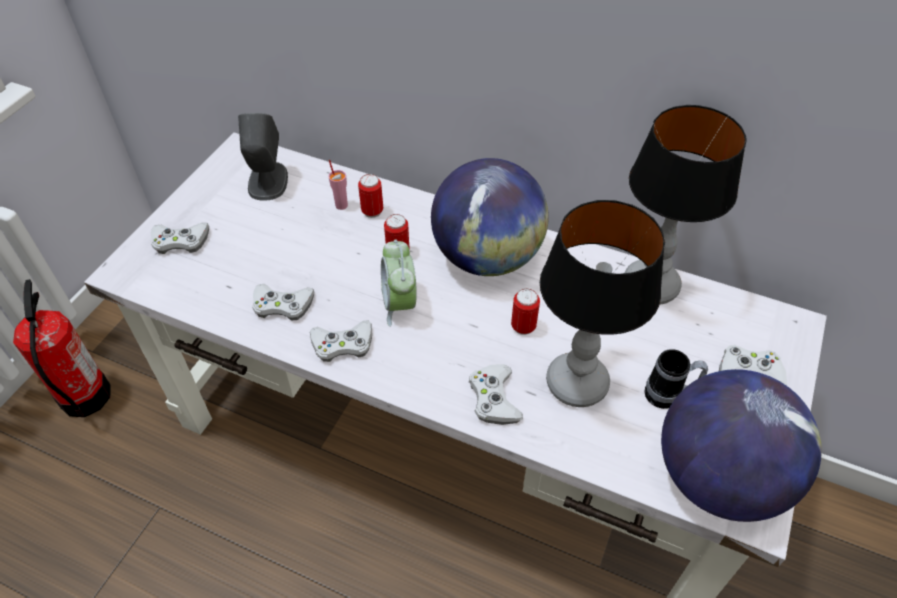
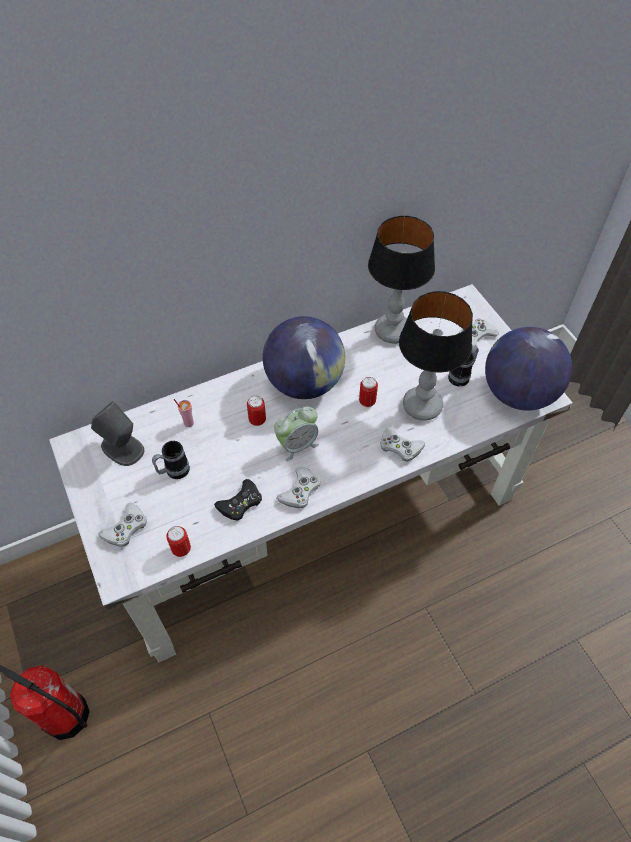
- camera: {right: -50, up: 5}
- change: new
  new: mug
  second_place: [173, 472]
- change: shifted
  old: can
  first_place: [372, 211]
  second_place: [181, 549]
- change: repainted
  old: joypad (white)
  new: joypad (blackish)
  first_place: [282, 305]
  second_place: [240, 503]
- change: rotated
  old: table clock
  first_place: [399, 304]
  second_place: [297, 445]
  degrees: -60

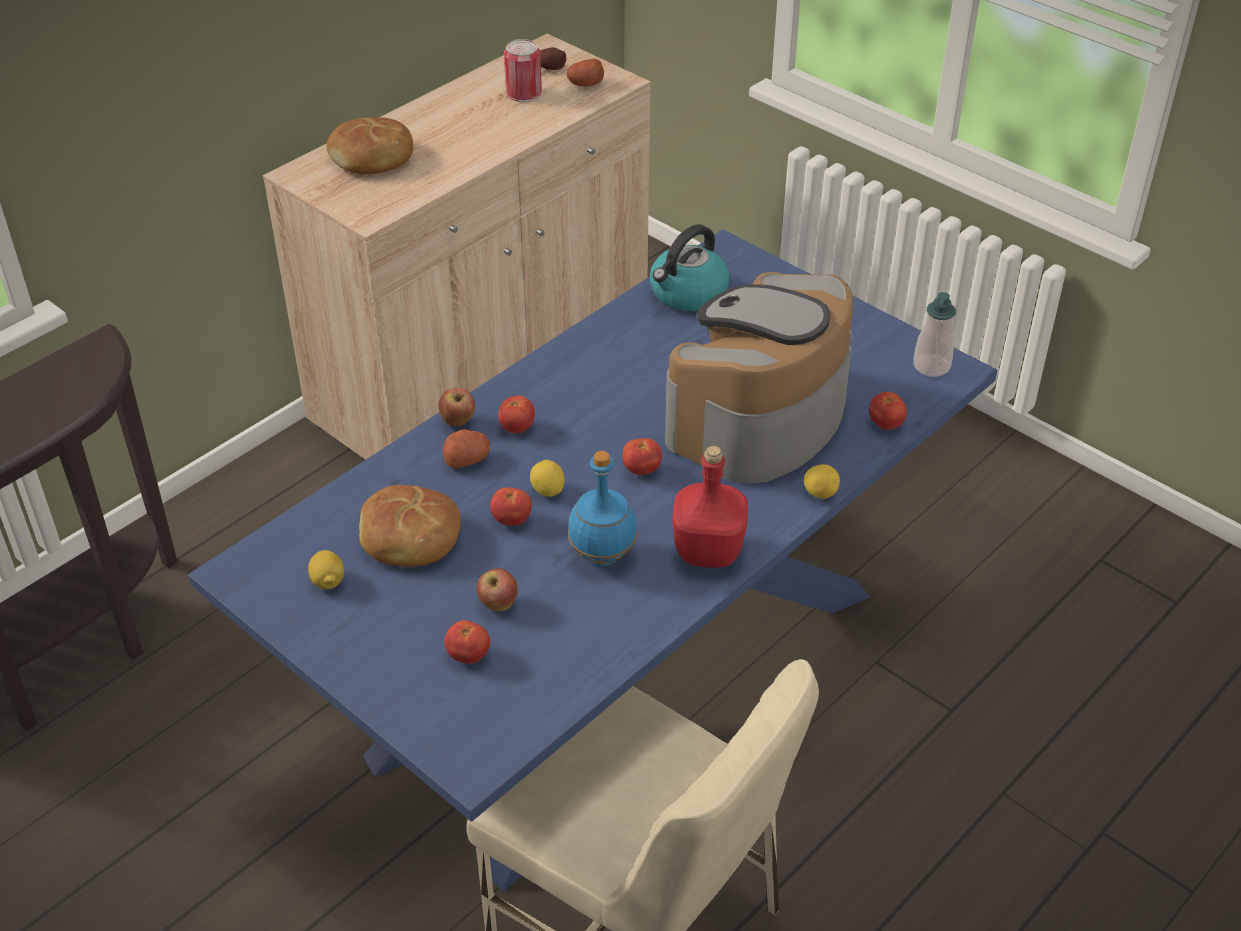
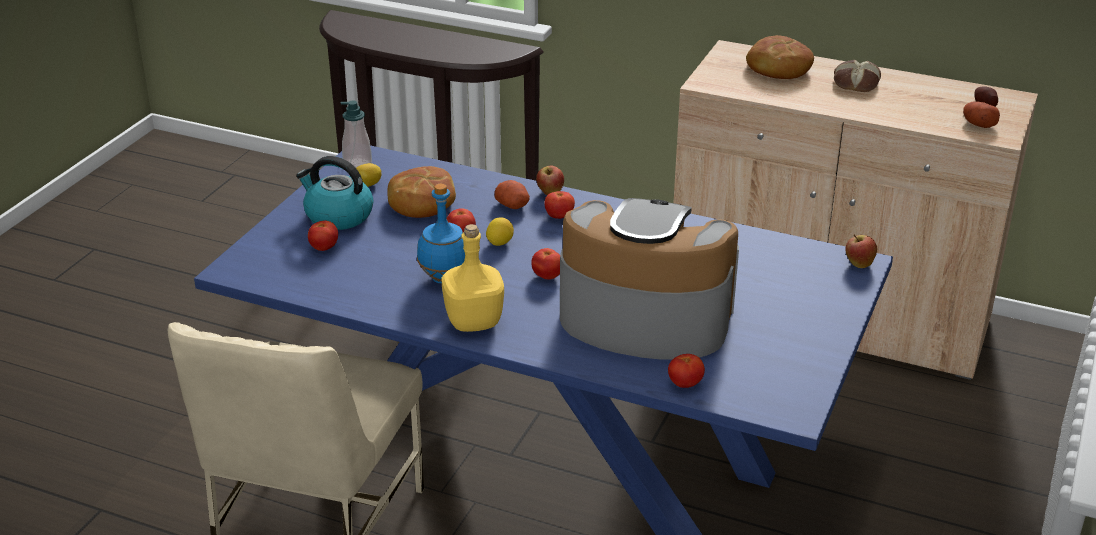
- camera: {right: 70, up: -10}
- change: shifted
  old: water kettle
  first_place: [688, 293]
  second_place: [337, 216]
- change: shifted
  old: liquid soap bottle
  first_place: [931, 366]
  second_place: [357, 164]
- change: repainted
  old: beverage bottle (red-coloured)
  new: beverage bottle (yellowish)
  first_place: [709, 551]
  second_place: [474, 322]
- change: new
  new: bread
  second_place: [855, 82]
- change: shifted
  old: apple
  first_place: [498, 605]
  second_place: [858, 264]
- change: gone
  old: can
  first_place: [523, 93]
- change: gone
  old: lemon
  first_place: [820, 493]

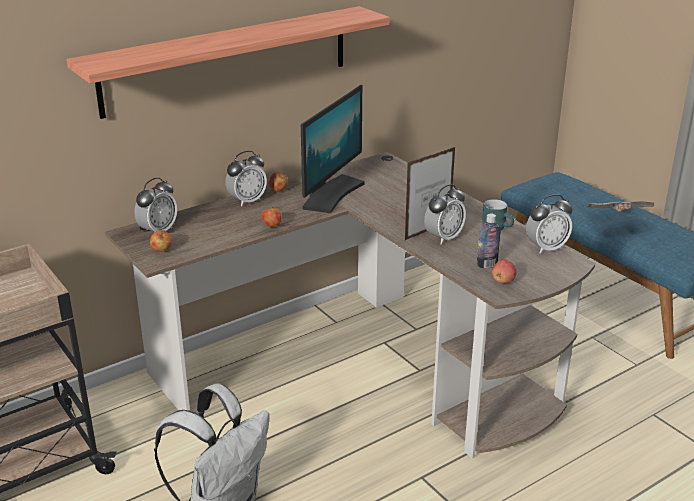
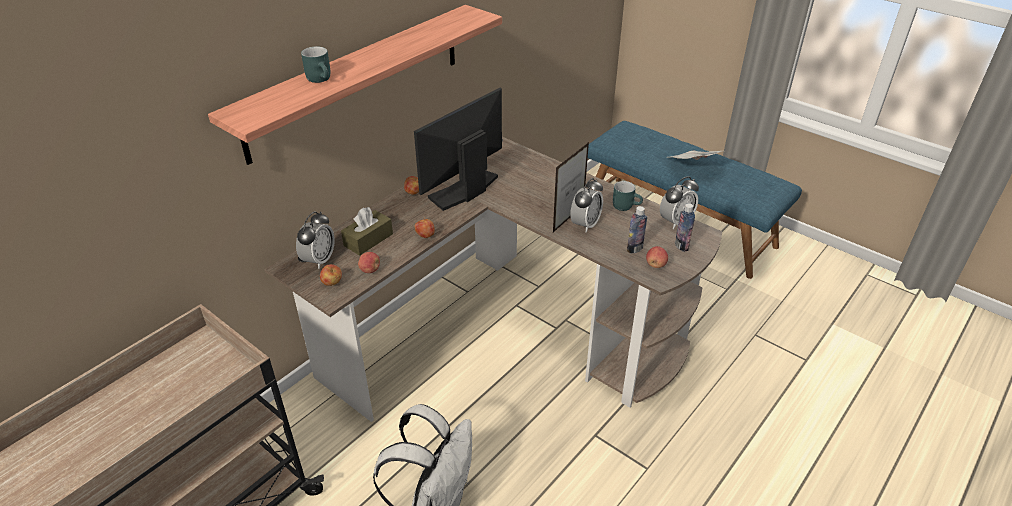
- camera: {right: -15, up: 10}
- change: new
  new: mug (turquoise-coloured)
  second_place: [322, 79]
- change: new
  new: box of tissues (brown)
  second_place: [368, 240]
- change: new
  new: apple
  second_place: [370, 270]
- change: rotated
  old: computer screen
  first_place: [331, 194]
  second_place: [464, 190]
  degrees: -150
- change: new
  new: beverage bottle
  second_place: [681, 246]
- change: gone
  old: table clock
  first_place: [247, 201]

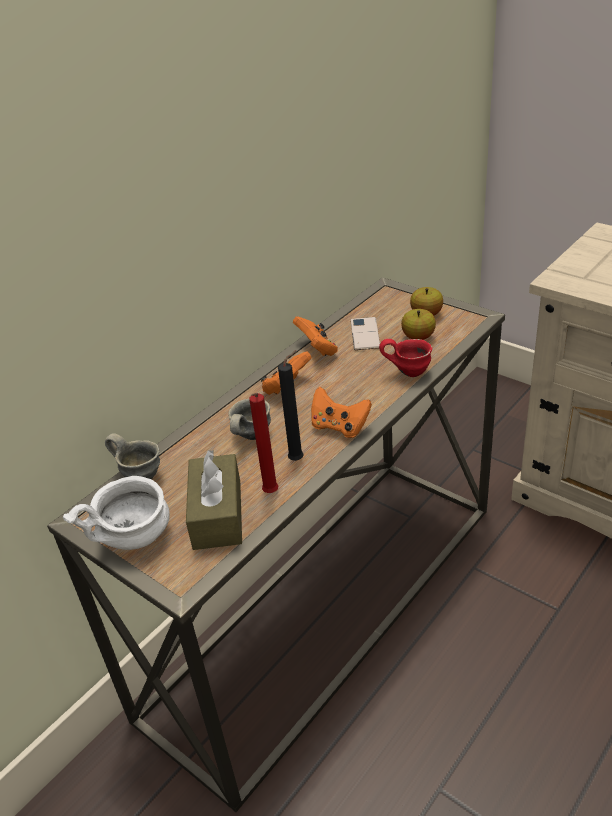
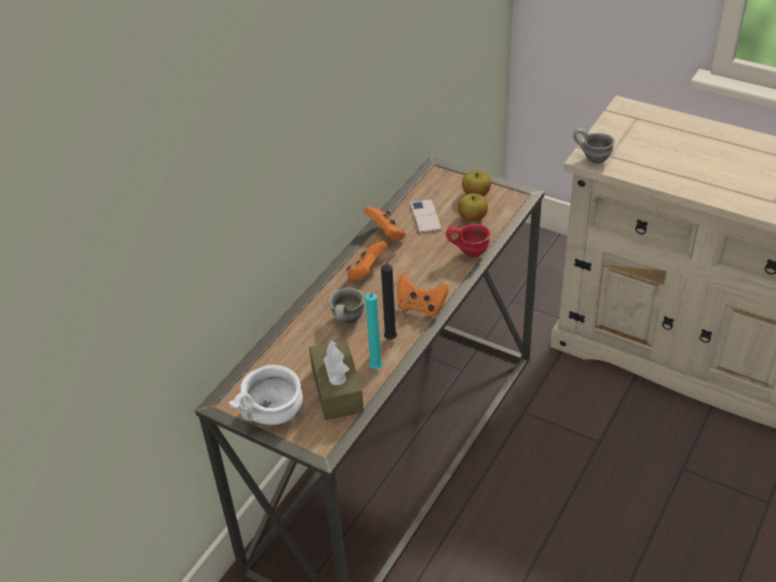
- camera: {right: -10, up: 5}
- change: repainted
  old: wax light (red-coloured)
  new: wax light (turquoise-coloured)
  first_place: [270, 494]
  second_place: [375, 369]
- change: shifted
  old: mug (greyish)
  first_place: [141, 474]
  second_place: [593, 158]

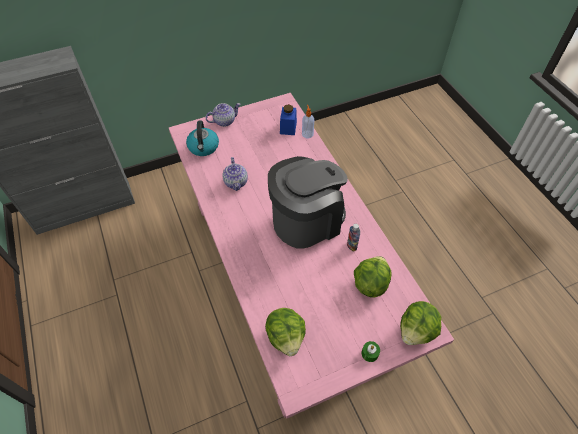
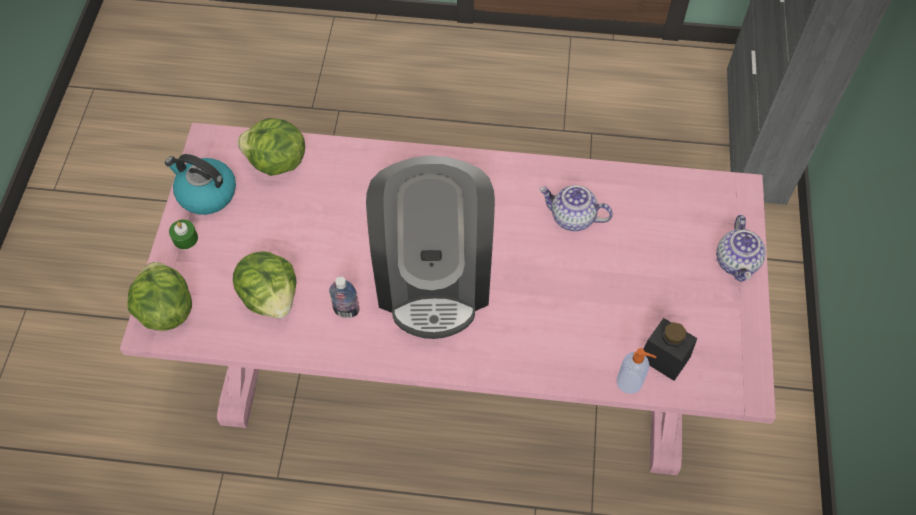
- camera: {right: 120, up: 5}
- change: shifted
  old: water kettle
  first_place: [203, 147]
  second_place: [206, 194]
- change: repainted
  old: preserve jar (blue-coloured)
  new: preserve jar (blackish)
  first_place: [288, 128]
  second_place: [664, 357]

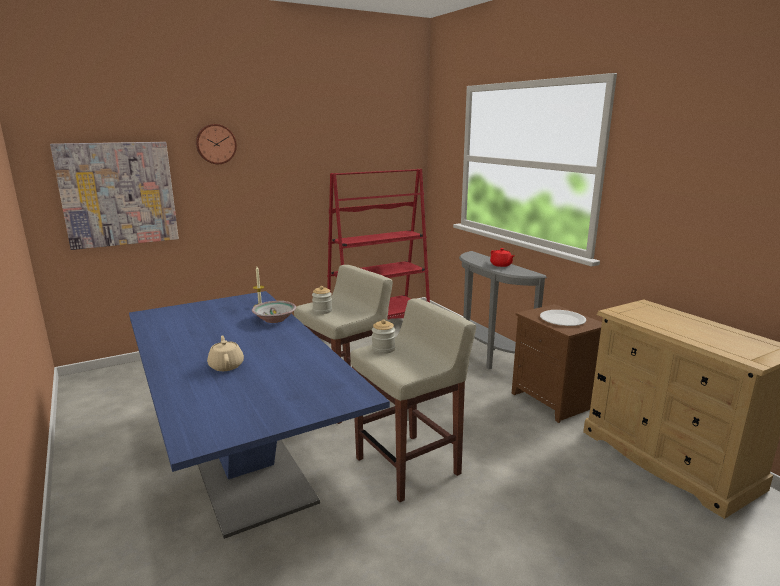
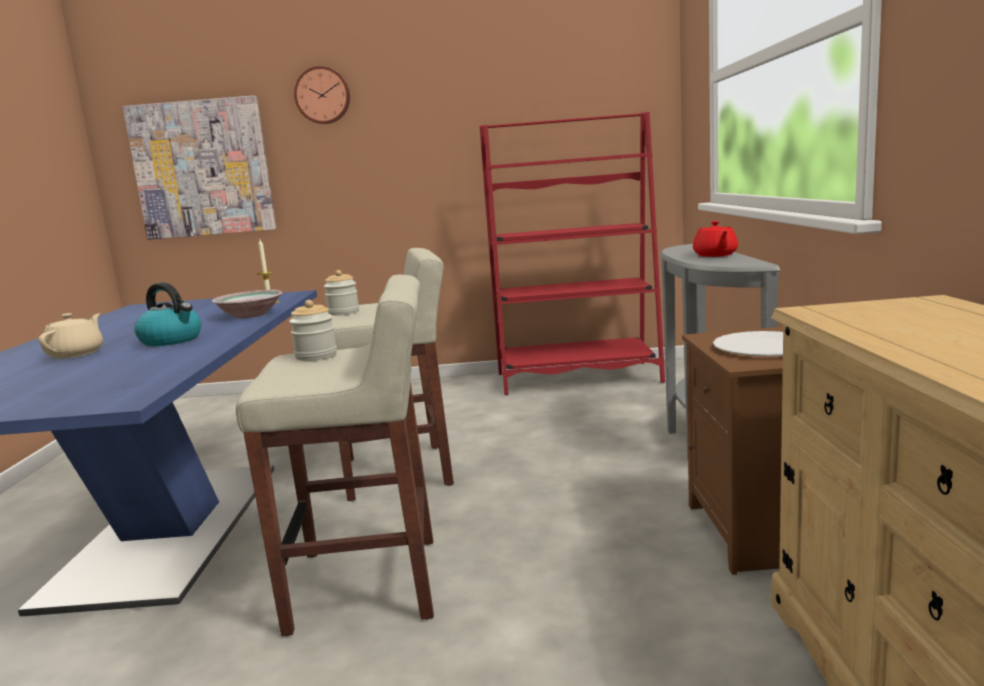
- camera: {right: 30, up: -5}
- change: new
  new: water kettle
  second_place: [172, 340]

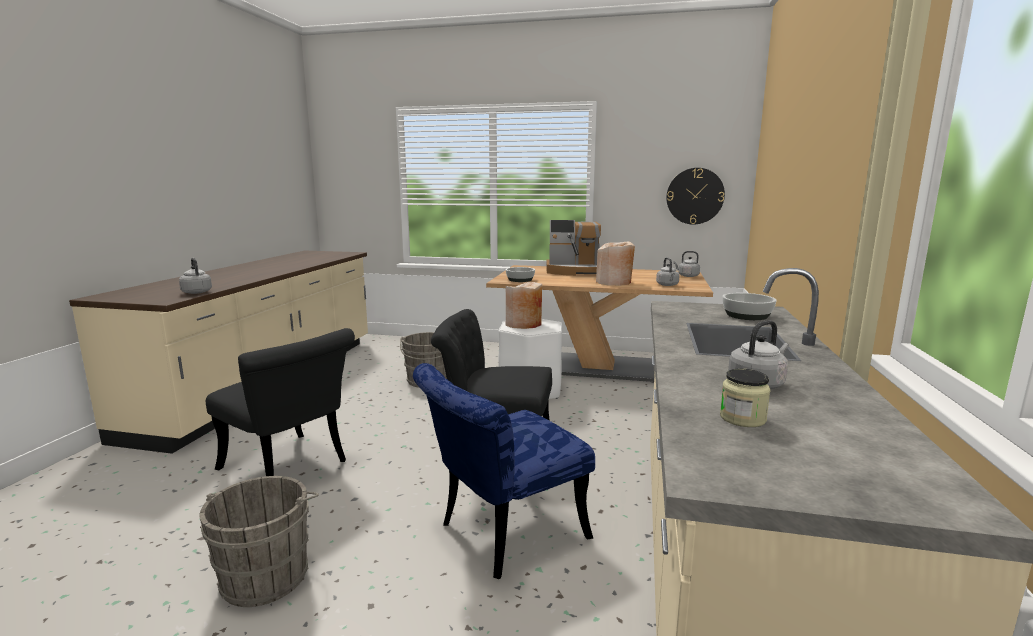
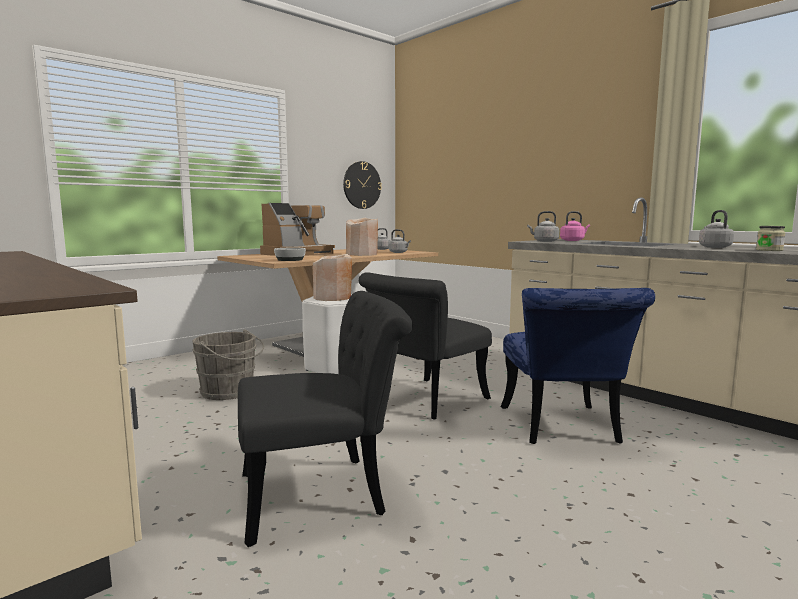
- camera: {right: -55, up: -5}
- change: shifted
  old: water kettle (greyish)
  first_place: [196, 292]
  second_place: [544, 241]
- change: swapped
  old: bowl
  new: water kettle (pink)
  first_place: [747, 315]
  second_place: [573, 240]
- change: gone
  old: pail (greyish)
  first_place: [268, 574]

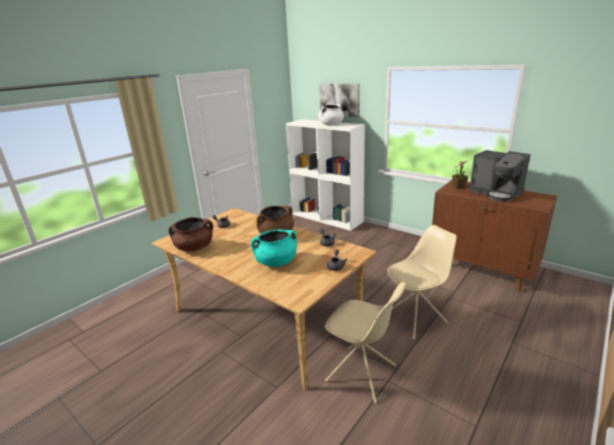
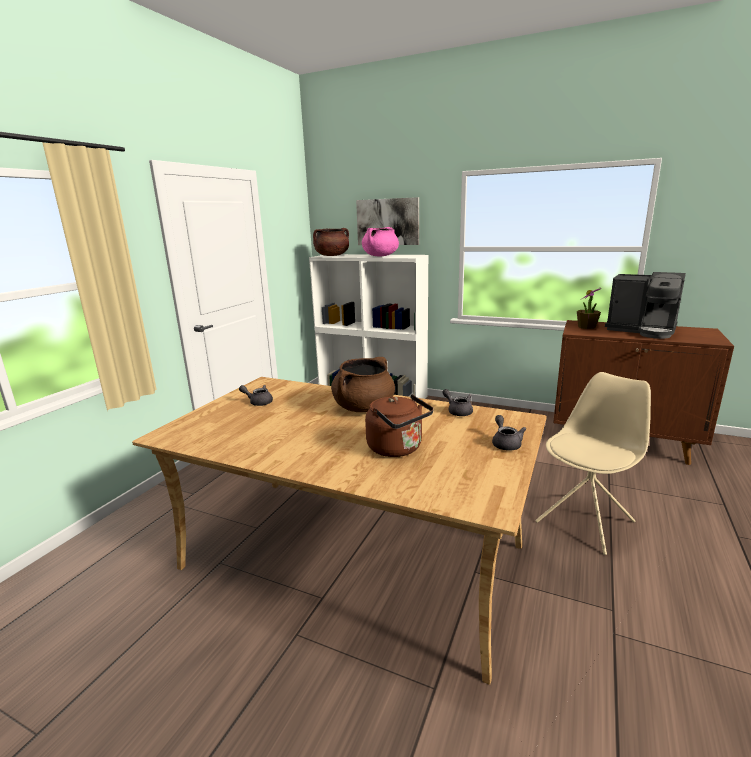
- camera: {right: -15, up: -5}
- change: shifted
  old: saucepot (brown)
  first_place: [194, 248]
  second_place: [332, 255]
- change: repainted
  old: saucepot (white)
  new: saucepot (pink)
  first_place: [331, 124]
  second_place: [380, 256]
- change: swapped
  old: saucepot (turquoise-coloured)
  new: water kettle (brown)
  first_place: [276, 262]
  second_place: [397, 449]
- change: gone
  old: plain chair (beige-coloured)
  first_place: [362, 374]

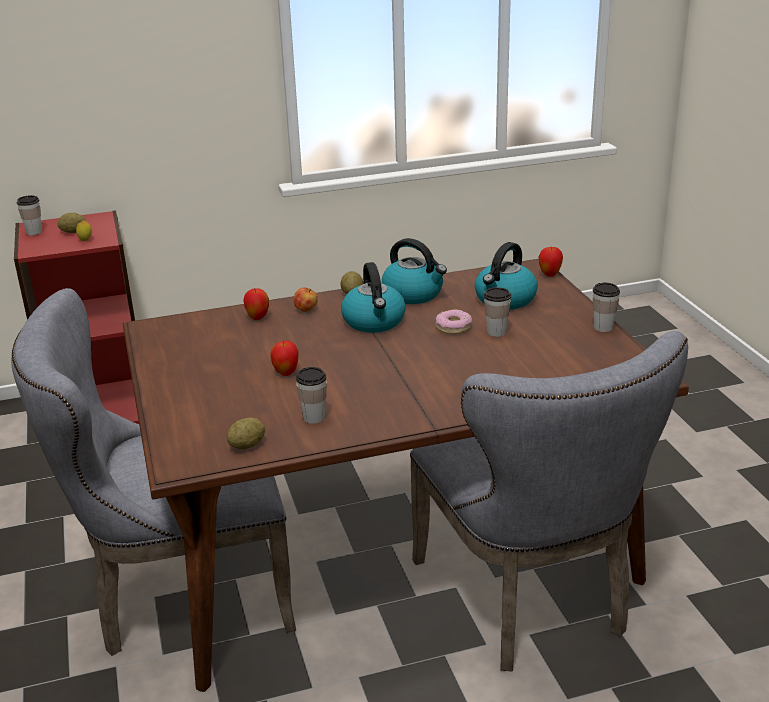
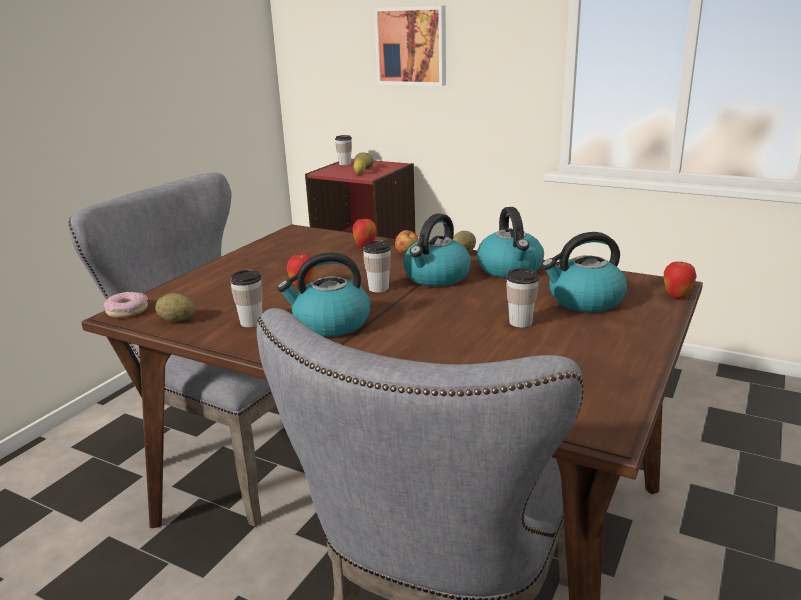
- camera: {right: 45, up: -5}
- change: shifted
  old: donut
  first_place: [453, 327]
  second_place: [127, 311]
- change: new
  new: water kettle
  second_place: [330, 323]
- change: shifted
  old: drinking cup
  first_place: [603, 327]
  second_place: [378, 288]
- change: new
  new: wall art
  second_place: [412, 46]

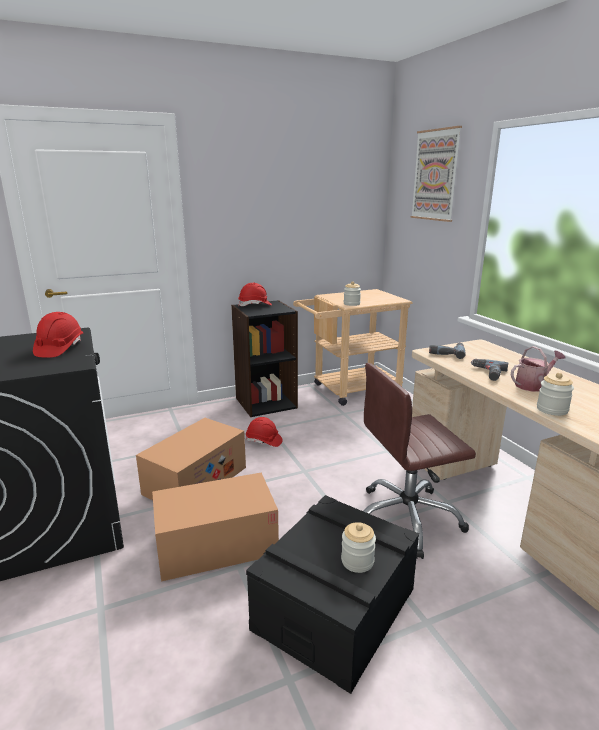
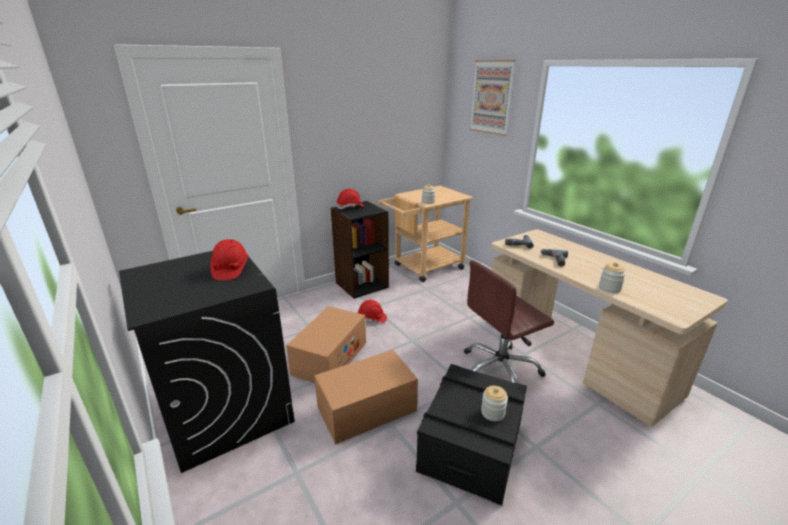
- camera: {right: -10, up: 5}
- change: gone
  old: sprinkling can
  first_place: [533, 385]

